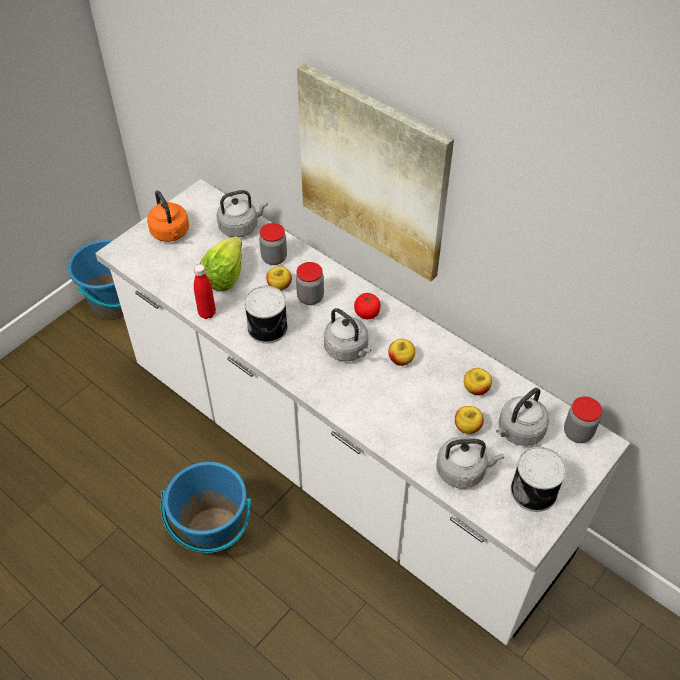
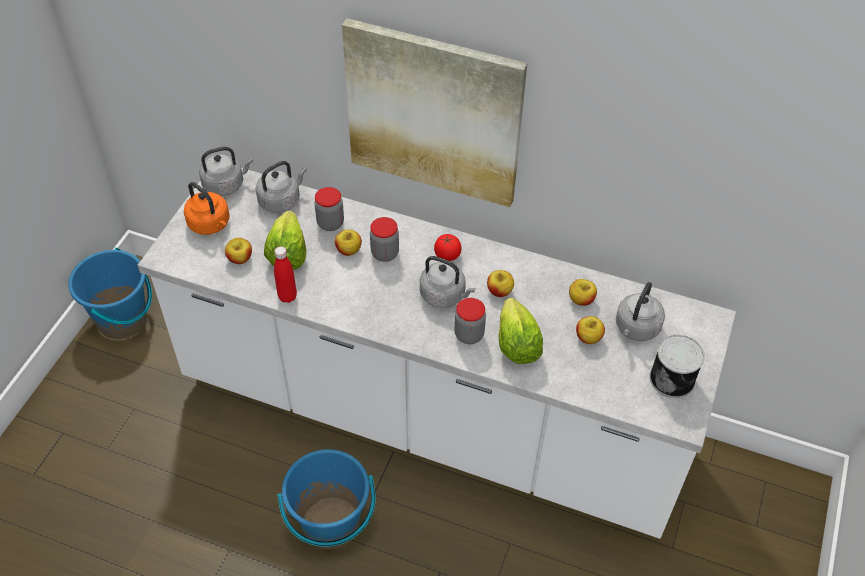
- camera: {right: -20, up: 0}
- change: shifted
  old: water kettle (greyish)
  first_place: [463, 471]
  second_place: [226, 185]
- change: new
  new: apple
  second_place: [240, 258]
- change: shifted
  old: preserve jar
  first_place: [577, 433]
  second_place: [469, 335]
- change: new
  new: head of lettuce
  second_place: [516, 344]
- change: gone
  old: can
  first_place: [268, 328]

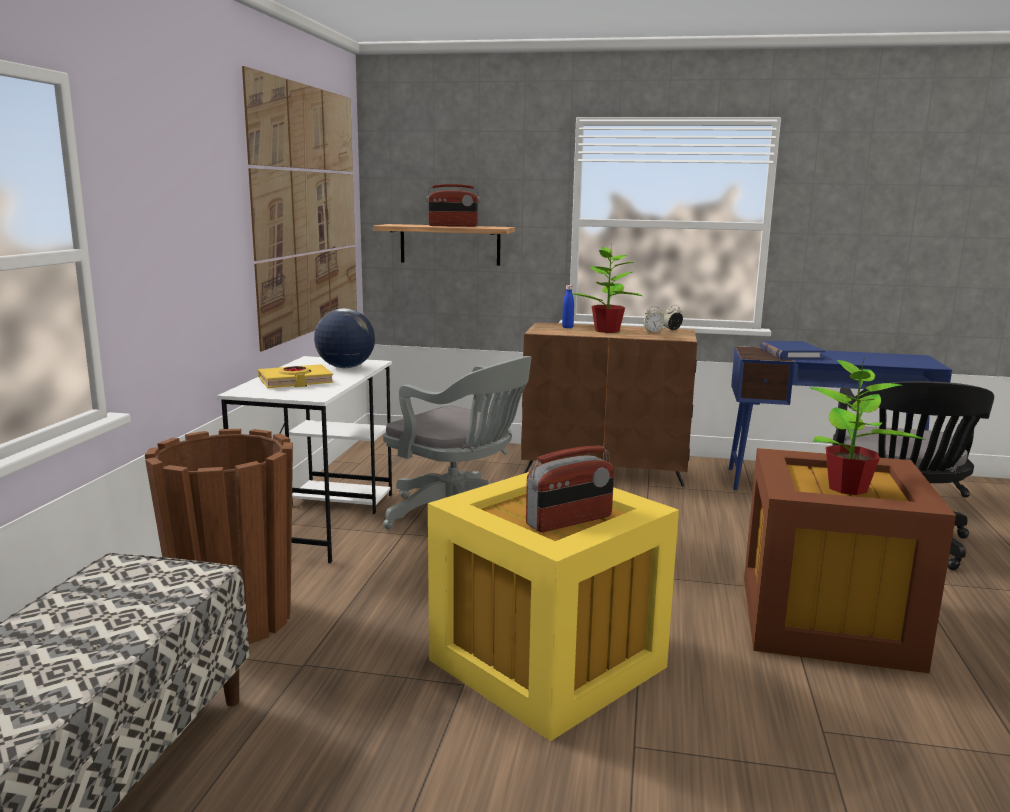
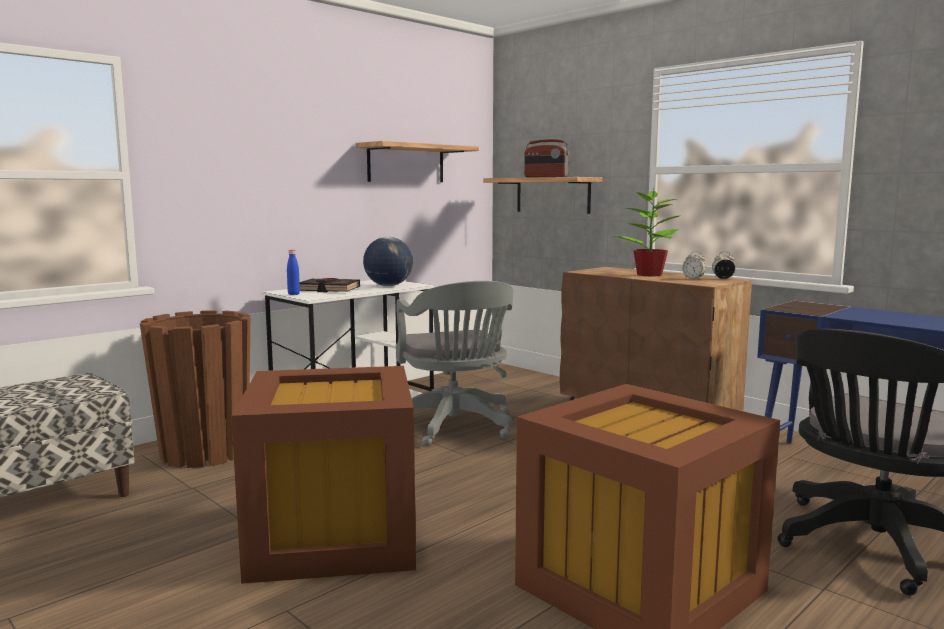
- camera: {right: 35, up: -5}
- change: repainted
  old: storage container (yellowish)
  new: storage container (brown)
  first_place: [547, 661]
  second_place: [336, 535]
- change: shifted
  old: beverage bottle (blue-coloured)
  first_place: [567, 327]
  second_place: [293, 294]
- change: repainted
  old: volume (yellowish)
  new: volume (blackish)
  first_place: [295, 382]
  second_place: [329, 289]
- change: swapped
  old: wall art
  new: shelf
  first_place: [307, 211]
  second_place: [406, 163]
- change: gone
  old: radio
  first_place: [569, 521]
- change: gone
  old: volume (blue-coloured)
  first_place: [790, 354]
- change: gone
  old: potted plant
  first_place: [848, 488]

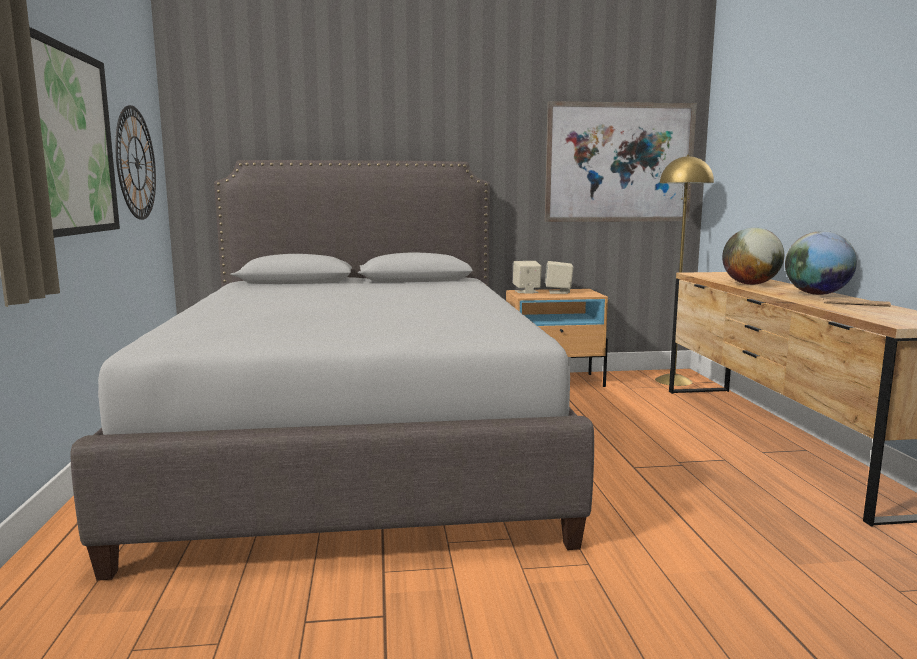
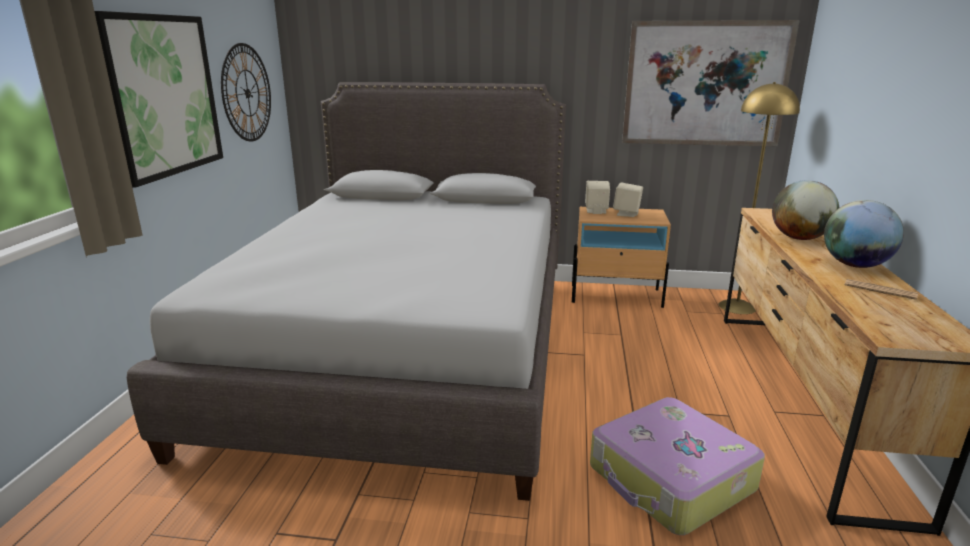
- camera: {right: 15, up: 10}
- change: new
  new: suitcase
  second_place: [670, 479]

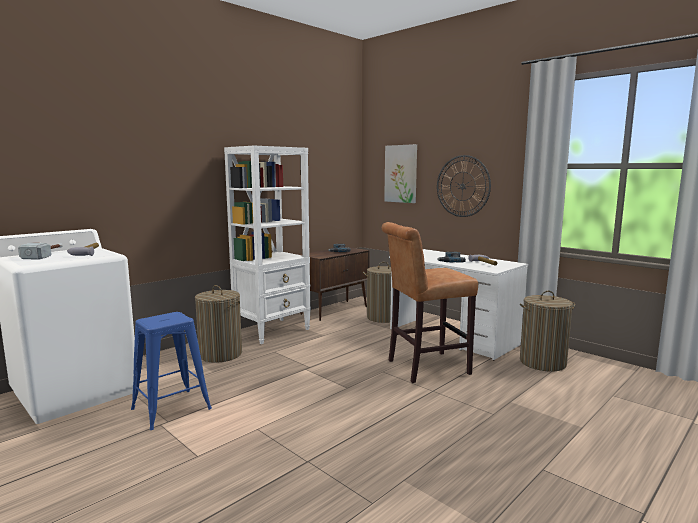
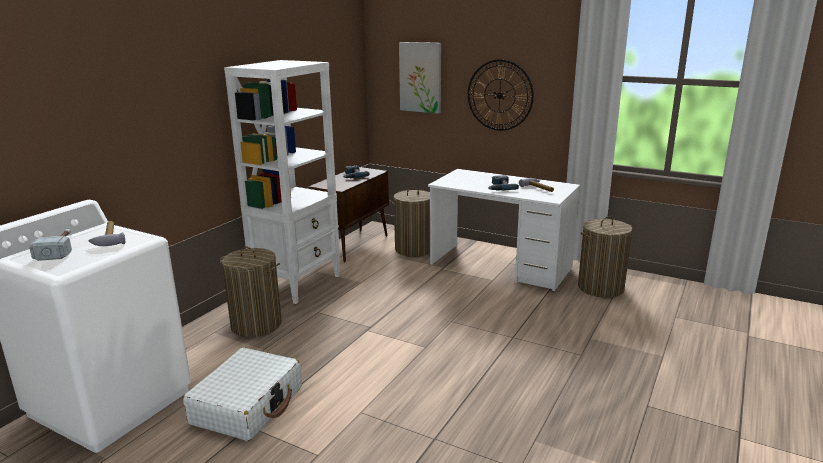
- camera: {right: -15, up: 10}
- change: swapped
  old: stool seat (blue-coloured)
  new: suitcase (white)
  first_place: [171, 409]
  second_place: [248, 405]
- change: gone
  old: stool seat (brown)
  first_place: [424, 368]

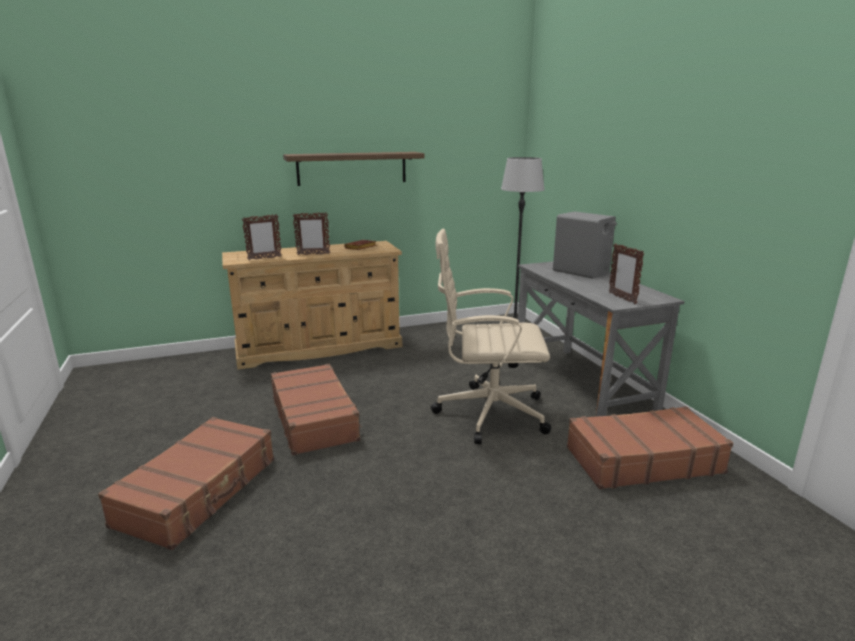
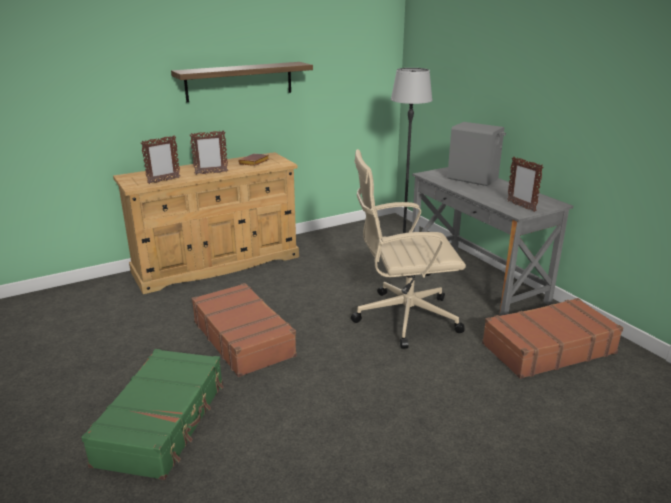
- camera: {right: -10, up: 5}
- change: repainted
  old: suitcase (brown)
  new: suitcase (greenish)
  first_place: [199, 491]
  second_place: [163, 422]

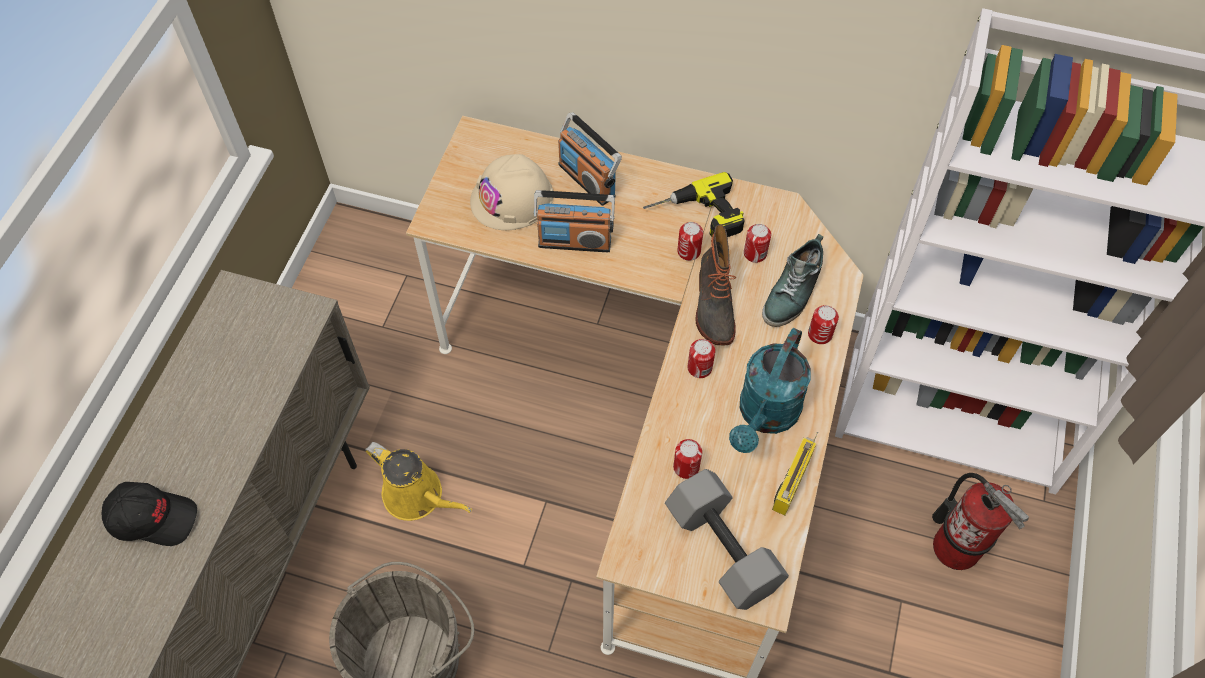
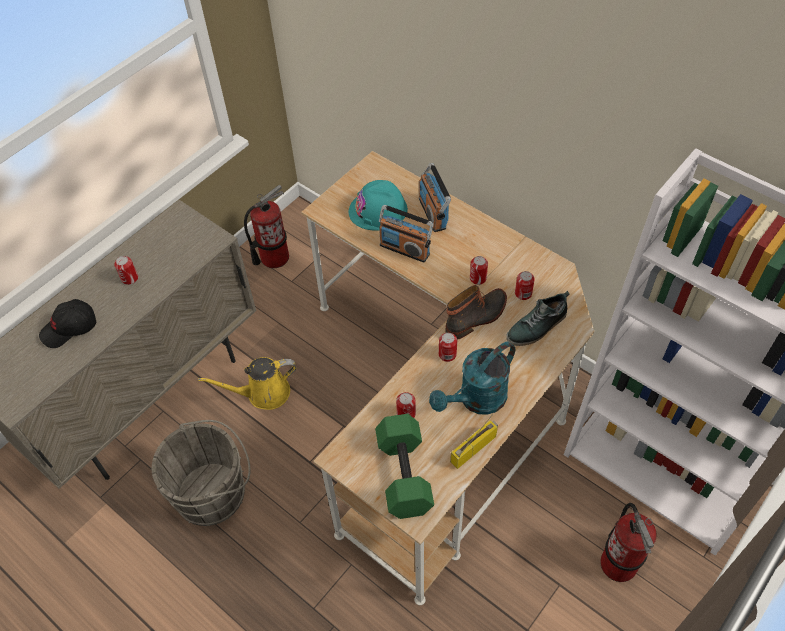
- camera: {right: 25, up: -5}
- change: rotated
  old: cap (blackish)
  first_place: [153, 517]
  second_place: [70, 328]
  degrees: 120
- change: shifted
  old: can
  first_place: [820, 334]
  second_place: [130, 278]
- change: rotated
  old: sprinkling can (yellowish)
  first_place: [417, 496]
  second_place: [263, 393]
  degrees: 105
- change: new
  new: fire-fighting cylinder
  second_place: [274, 257]
- change: repainted
  old: work helmet (beige-coloured)
  new: work helmet (turquoise-coloured)
  first_place: [512, 198]
  second_place: [378, 210]
- change: repainted
  old: dumbbell (greyish)
  new: dumbbell (greenish)
  first_place: [720, 549]
  second_place: [402, 474]
- change: rotated
  old: boot
  first_place: [713, 305]
  second_place: [477, 318]
  degrees: -150
- change: gone
  old: drill
  first_place: [696, 217]

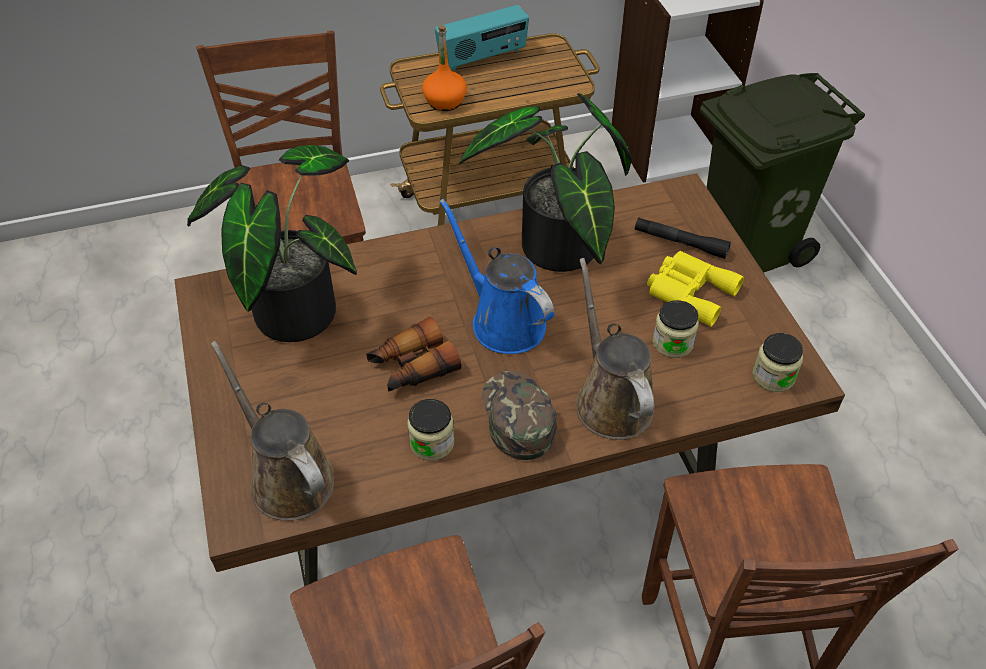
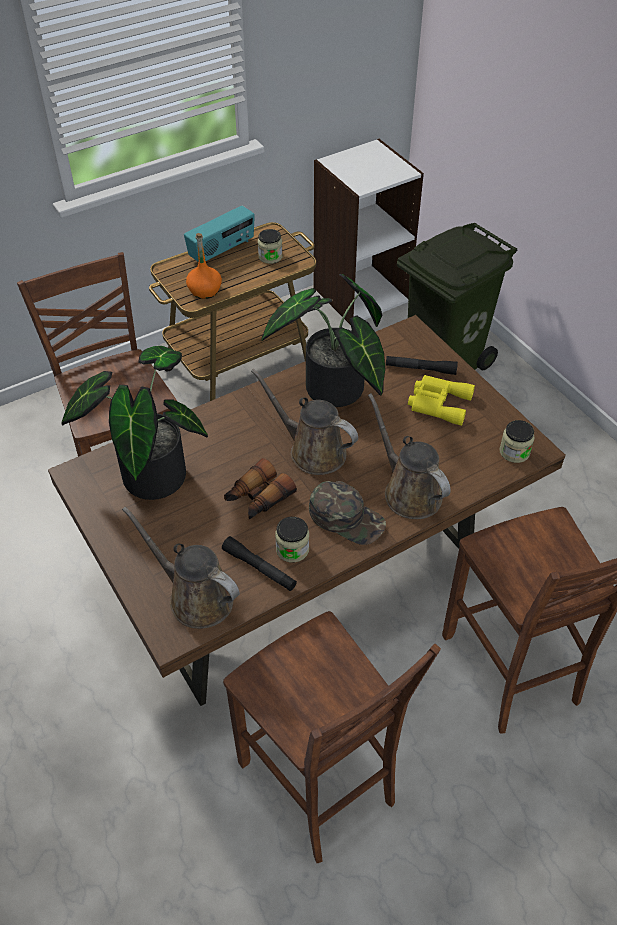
- camera: {right: -15, up: 0}
- change: new
  new: torch (blackish)
  second_place: [259, 568]
- change: repainted
  old: sprinkling can (blue-coloured)
  new: sprinkling can (brown)
  first_place: [503, 321]
  second_place: [312, 451]
- change: shifted
  old: preserve jar
  first_place: [672, 343]
  second_place: [270, 256]
- change: rotated
  old: cap (greenish)
  first_place: [517, 417]
  second_place: [347, 518]
  degrees: 150

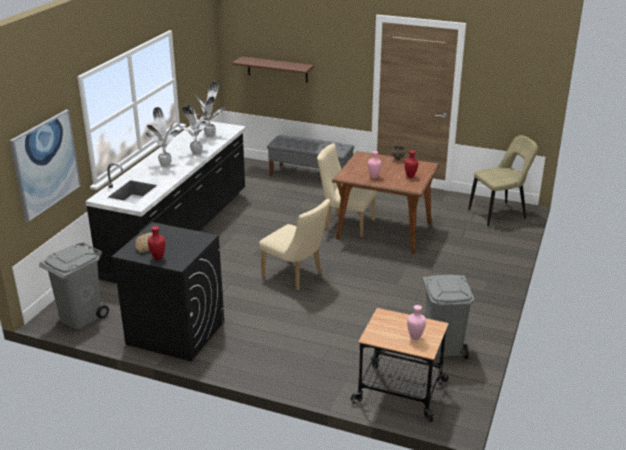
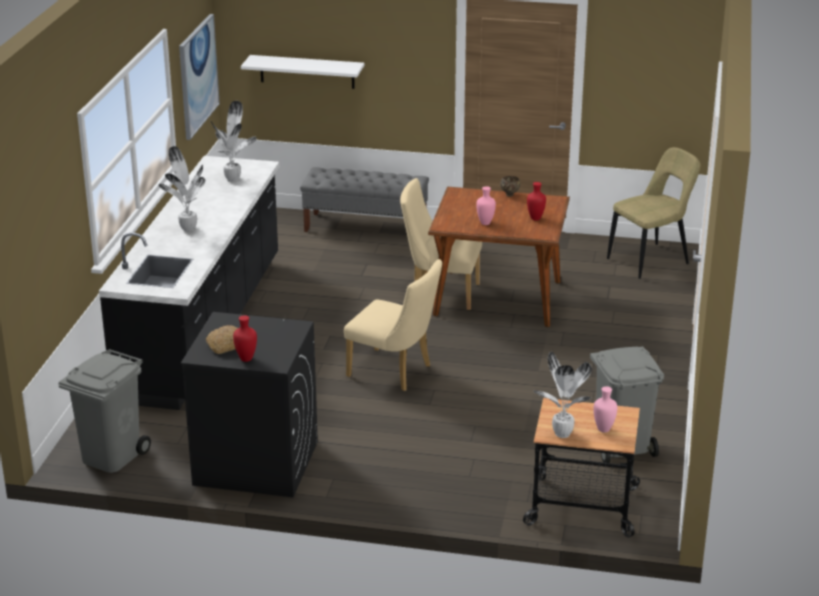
- camera: {right: -10, up: 0}
- change: shifted
  old: wall art
  first_place: [46, 164]
  second_place: [198, 76]
- change: repainted
  old: shelf (brown)
  new: shelf (white)
  first_place: [277, 69]
  second_place: [307, 71]
- change: shifted
  old: potted plant
  first_place: [196, 153]
  second_place: [562, 435]

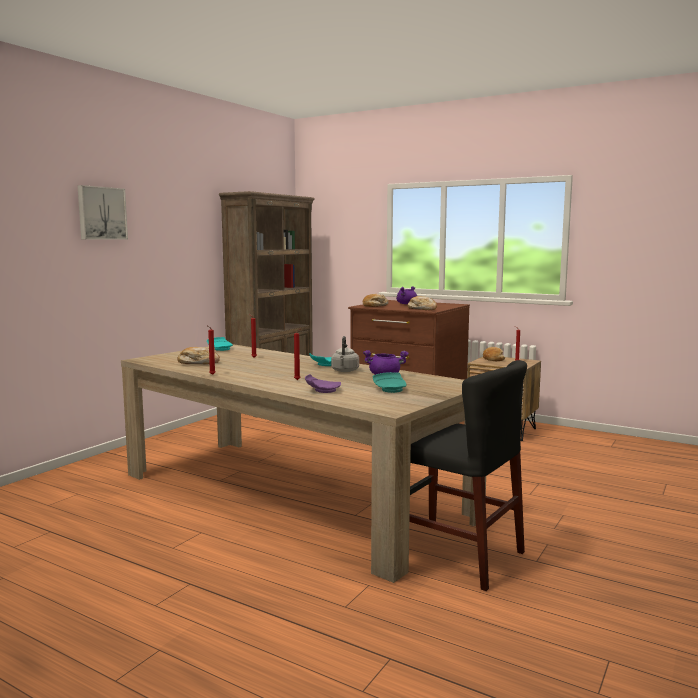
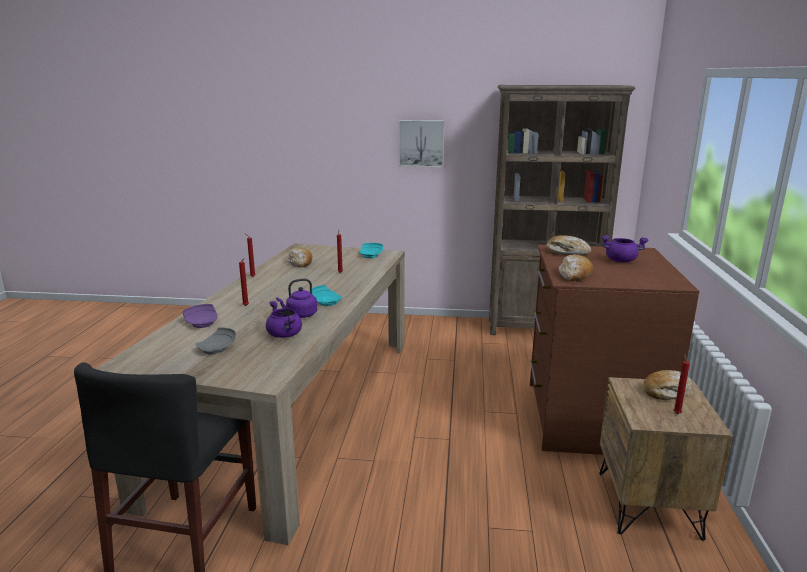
- camera: {right: 65, up: 10}
- change: repainted
  old: plate (turquoise-coloured)
  new: plate (greyish)
  first_place: [391, 389]
  second_place: [217, 348]
- change: repainted
  old: water kettle (greyish)
  new: water kettle (purple)
  first_place: [345, 371]
  second_place: [300, 315]
- change: shifted
  old: wall art
  first_place: [101, 213]
  second_place: [421, 143]

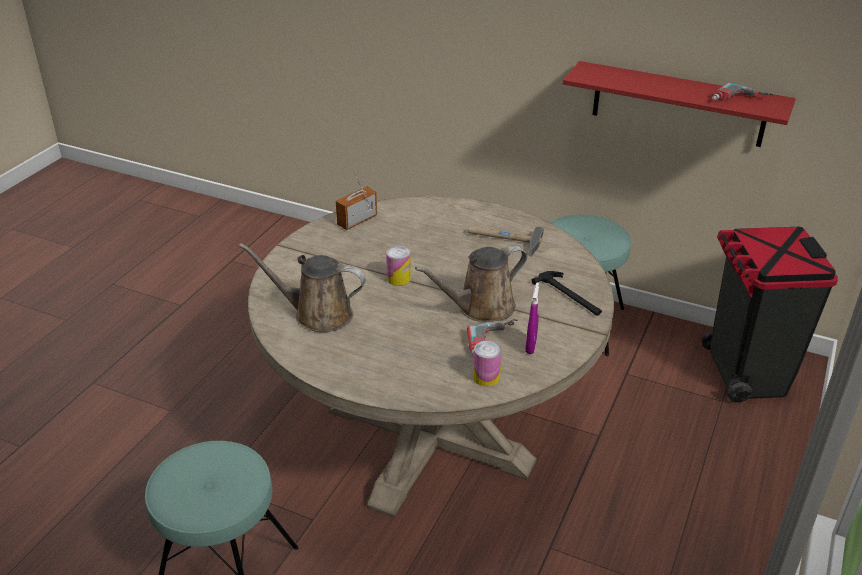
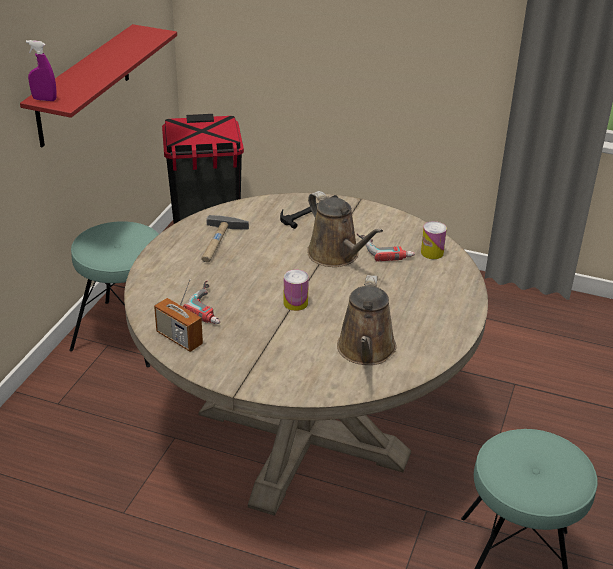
- camera: {right: -95, up: 0}
- change: shifted
  old: spray bottle (purple)
  first_place: [530, 346]
  second_place: [44, 99]
- change: shifted
  old: drill
  first_place: [740, 100]
  second_place: [211, 306]

